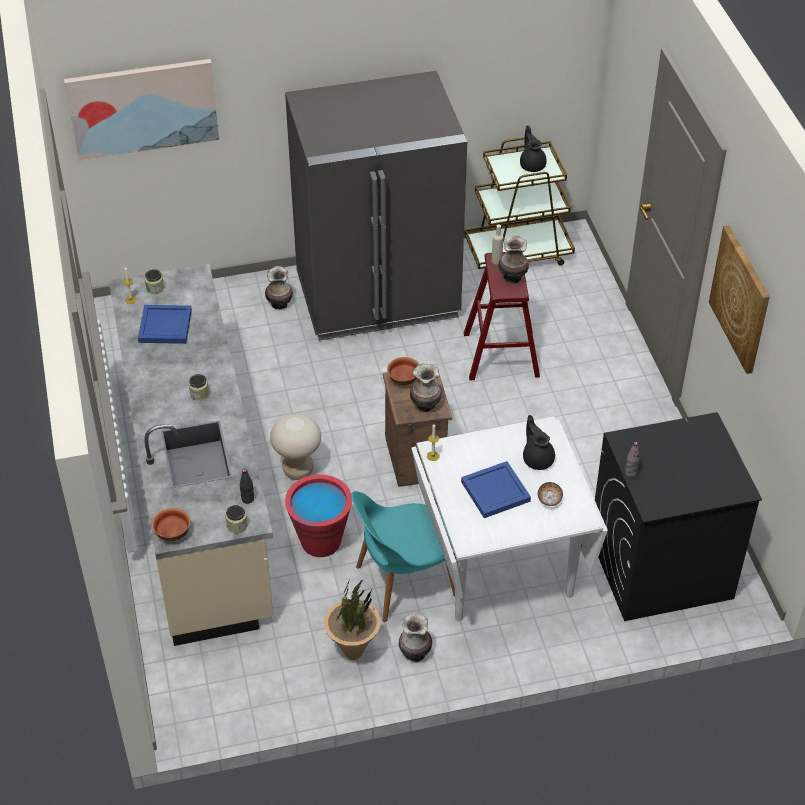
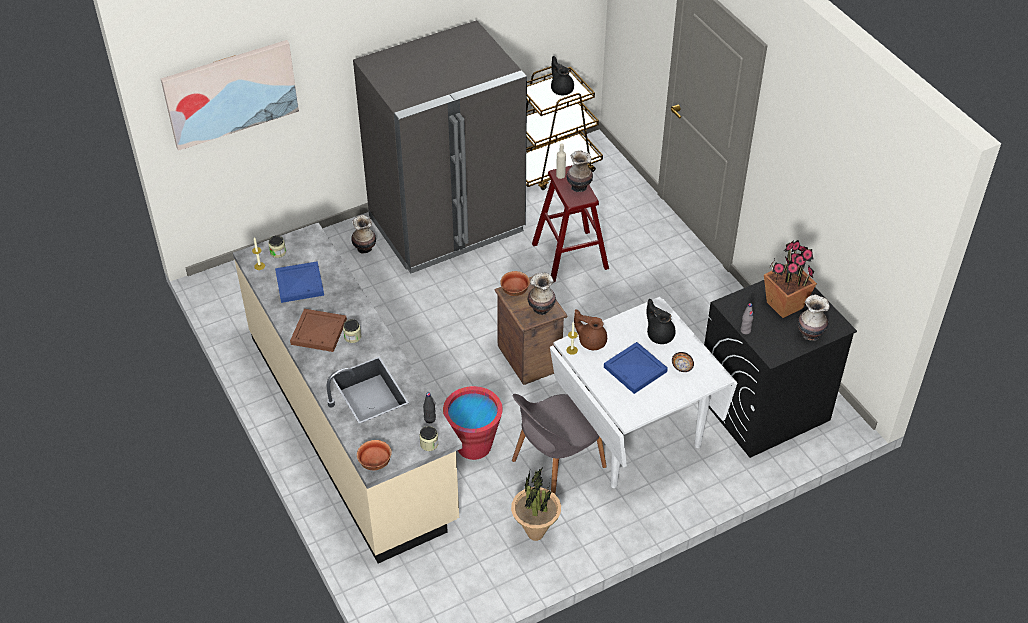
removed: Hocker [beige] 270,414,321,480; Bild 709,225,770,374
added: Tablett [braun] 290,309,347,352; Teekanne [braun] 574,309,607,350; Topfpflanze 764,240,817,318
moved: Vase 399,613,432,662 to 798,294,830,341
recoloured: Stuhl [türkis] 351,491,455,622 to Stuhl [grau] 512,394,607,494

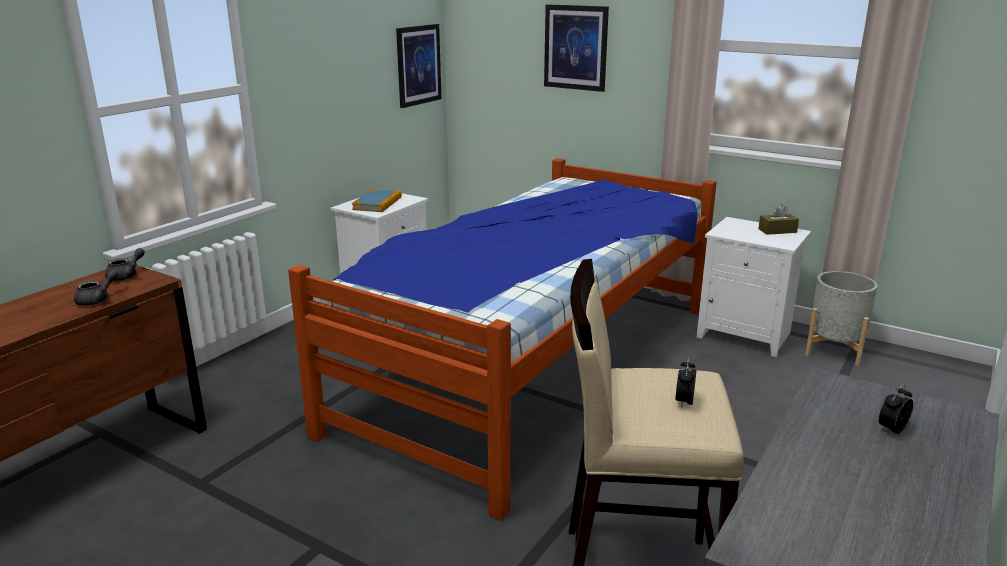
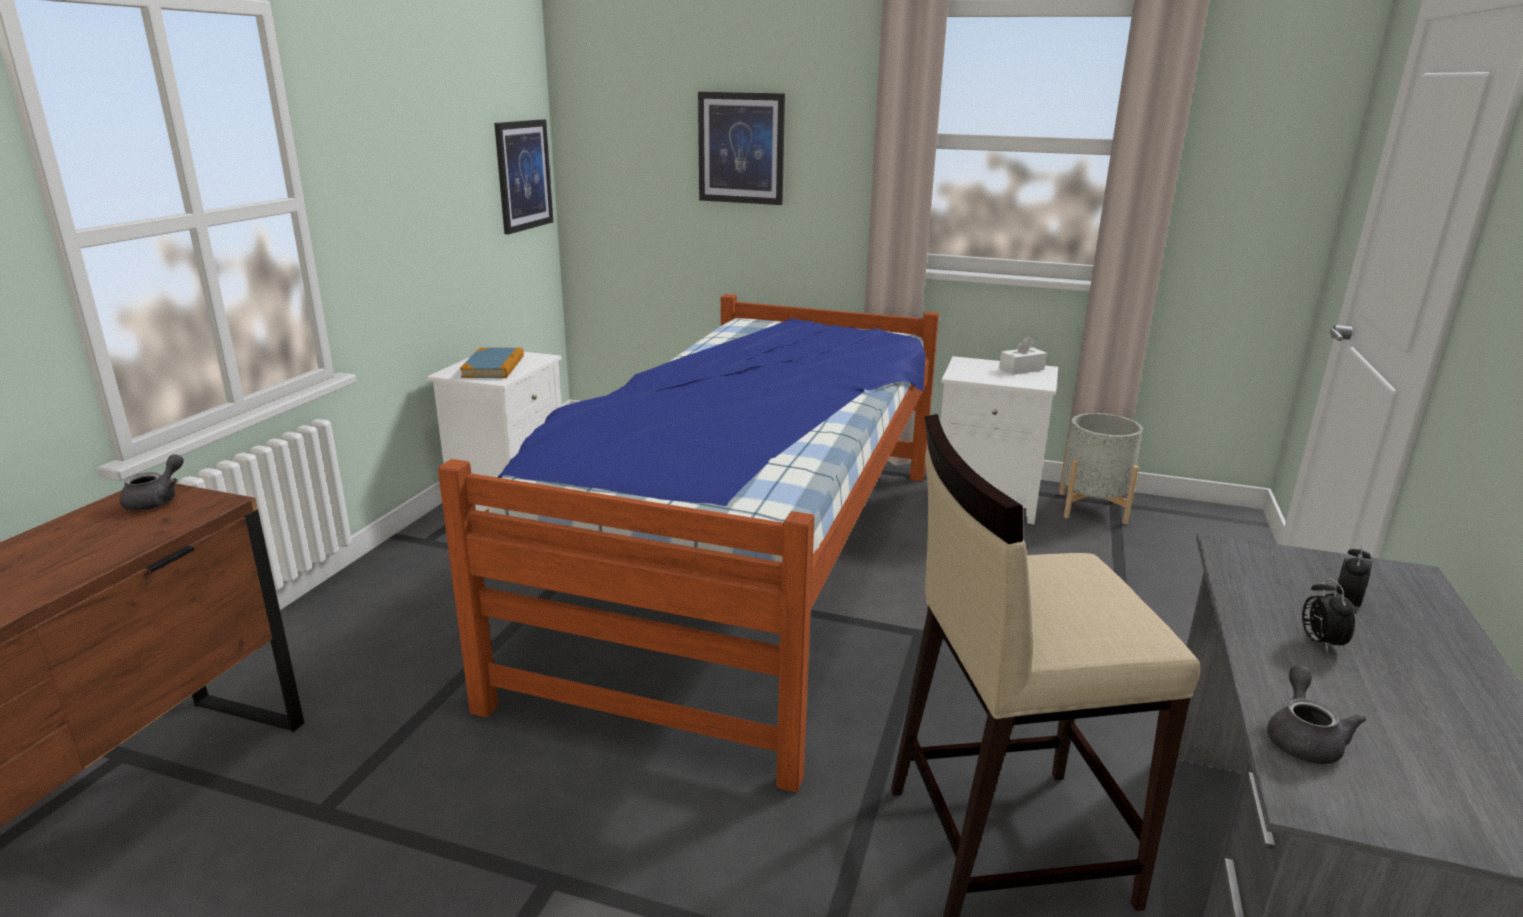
moved: Teekanne [grau] 74,270,119,306 to 1267,665,1367,764; Wecker 675,358,697,409 to 1302,578,1355,653
recoloured: Taschentuchbox [braun] 758,204,799,235 to Taschentuchbox [weiß] 999,336,1047,374

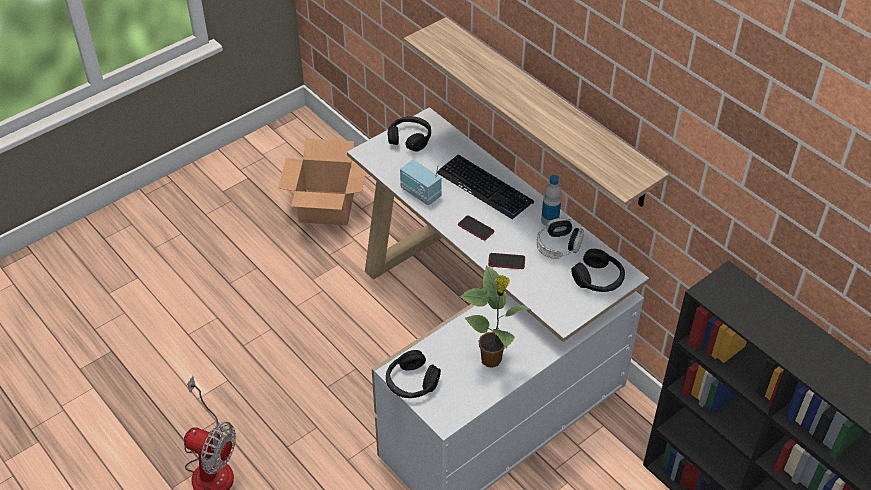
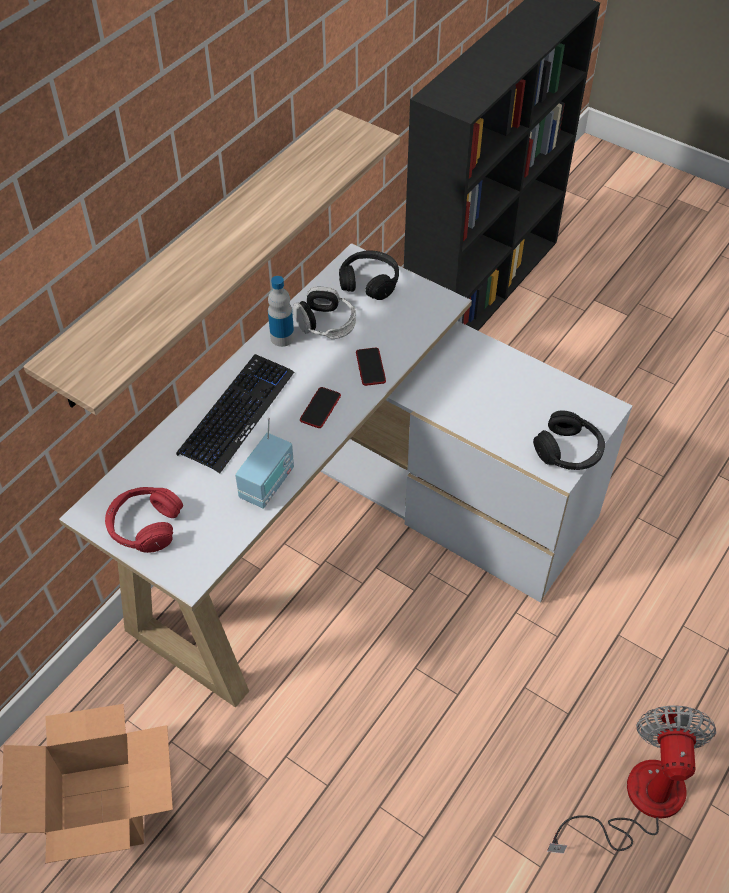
removed: Topfpflanze 459,265,531,368
recoloured: Kopfhörer [schwarz] 387,116,431,152 to Kopfhörer [rot] 105,487,183,553

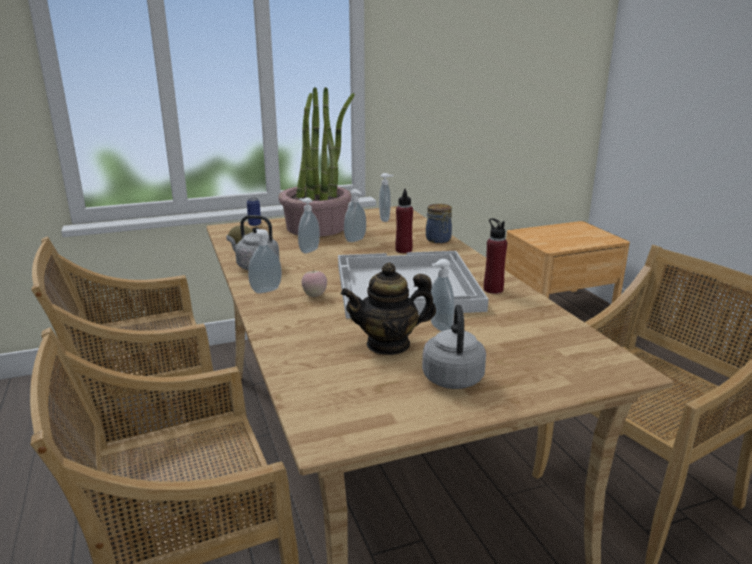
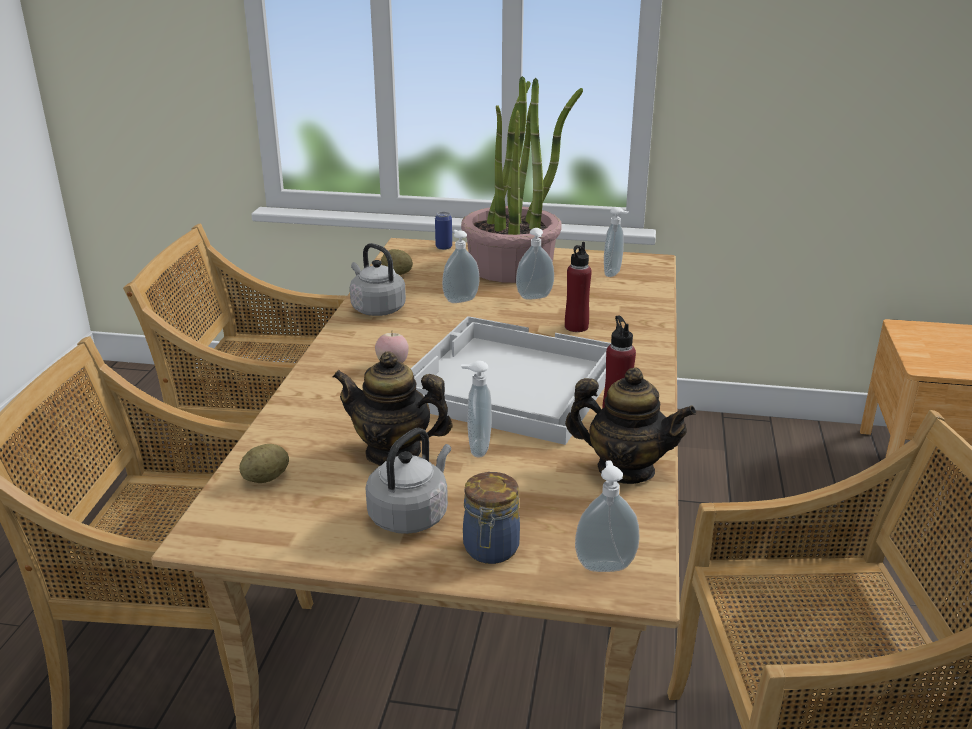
added: Kartoffel 239,444,289,483; Teekanne 565,367,696,484
moved: Vorratsglas 426,204,452,243 to 463,472,520,564; Seifenspender 248,229,282,294 to 575,461,640,572

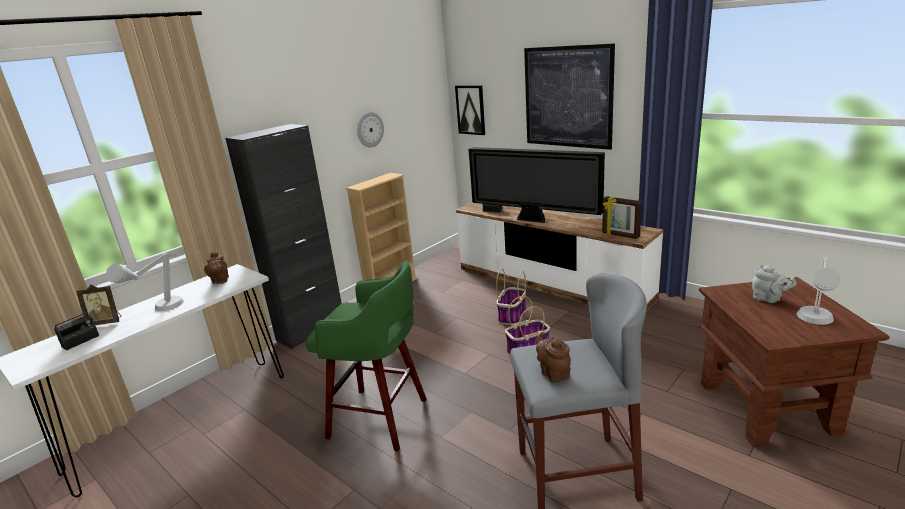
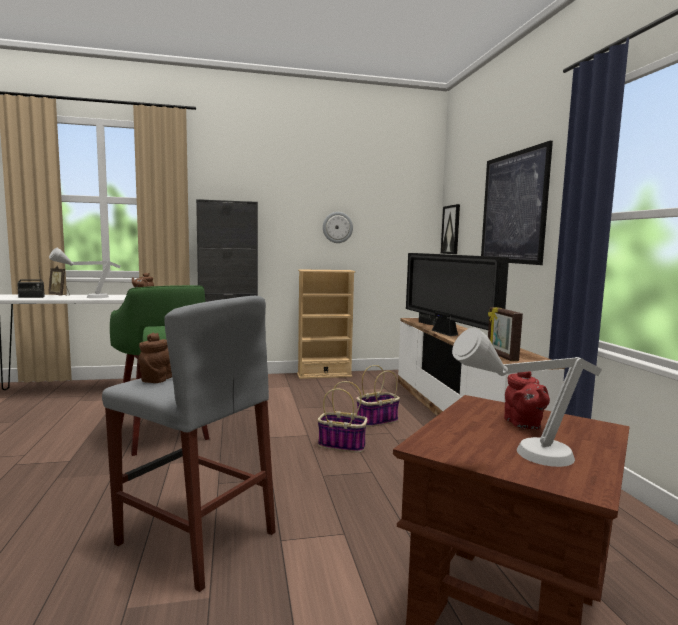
recoloured: Teekanne [grau] 752,265,797,303 to Teekanne [rot] 504,371,550,430

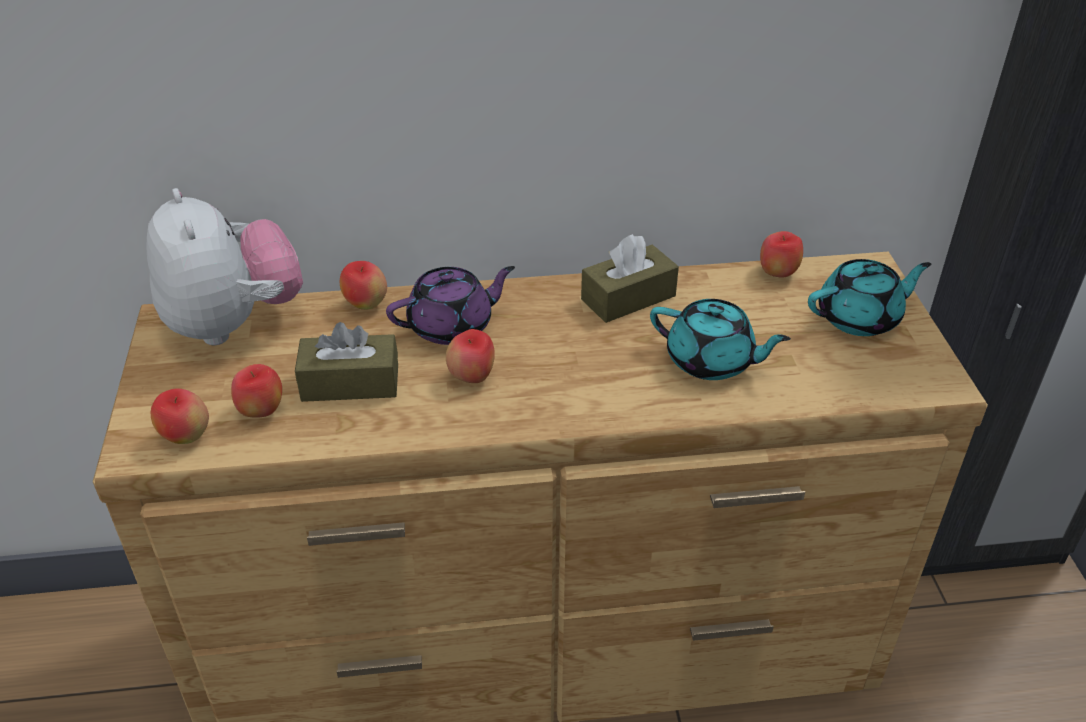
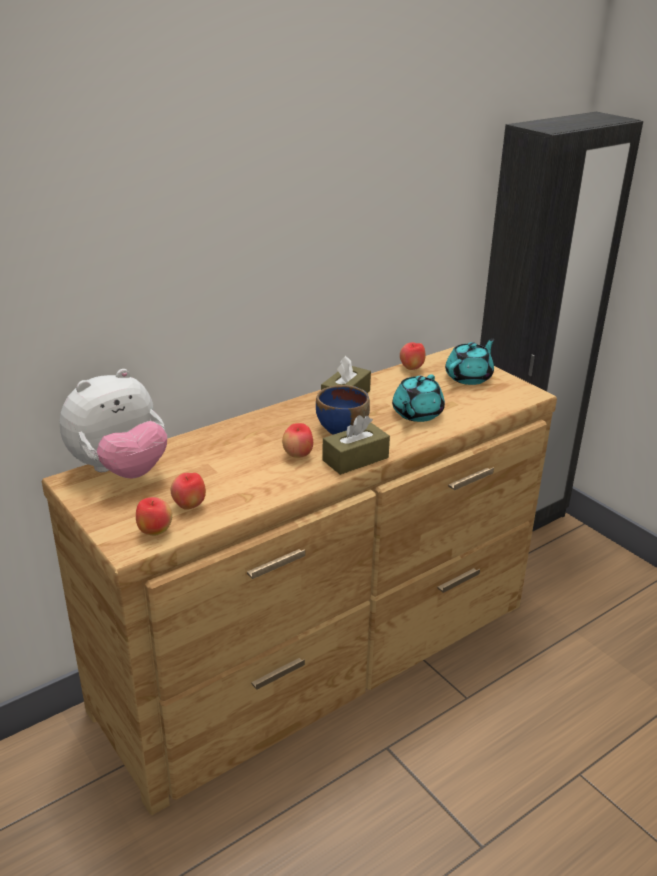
removed: Apfel 340,261,387,310; Teekanne [lila] 386,266,515,345
added: Schüssel [blau] 316,385,370,435
moved: Taschentuchbox [braun] 295,322,398,402 to 322,415,390,475
turned: Plüschtier 147,188,303,345 = 59,369,167,478 105 degrees clockwise; Teekanne [türkis] 650,299,791,380 = 392,374,445,422 120 degrees clockwise

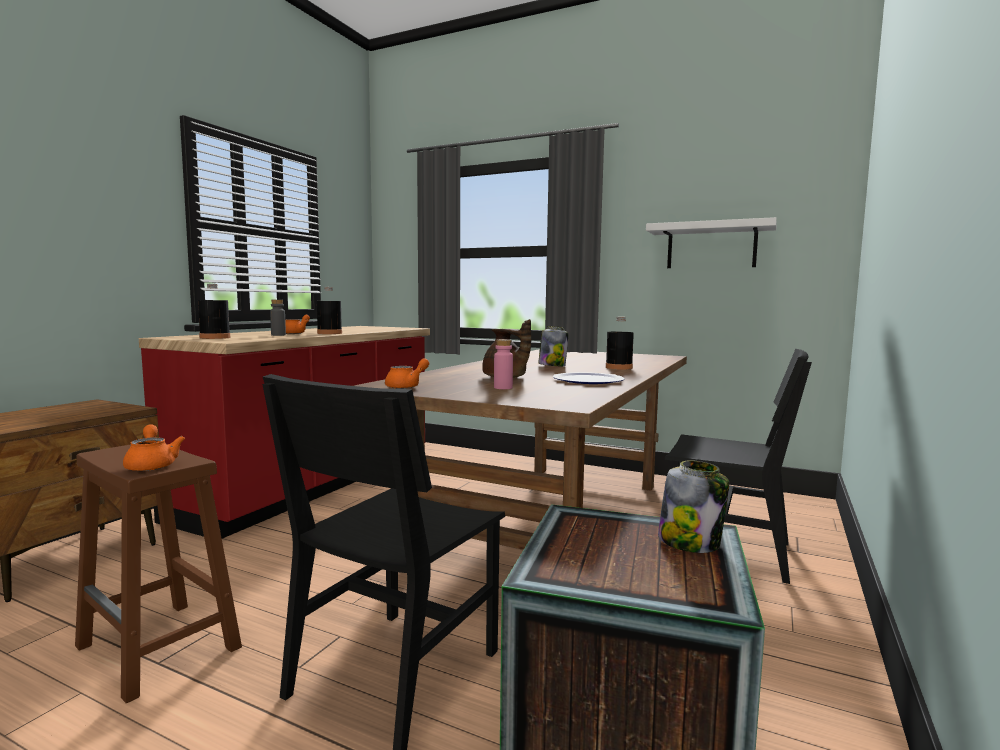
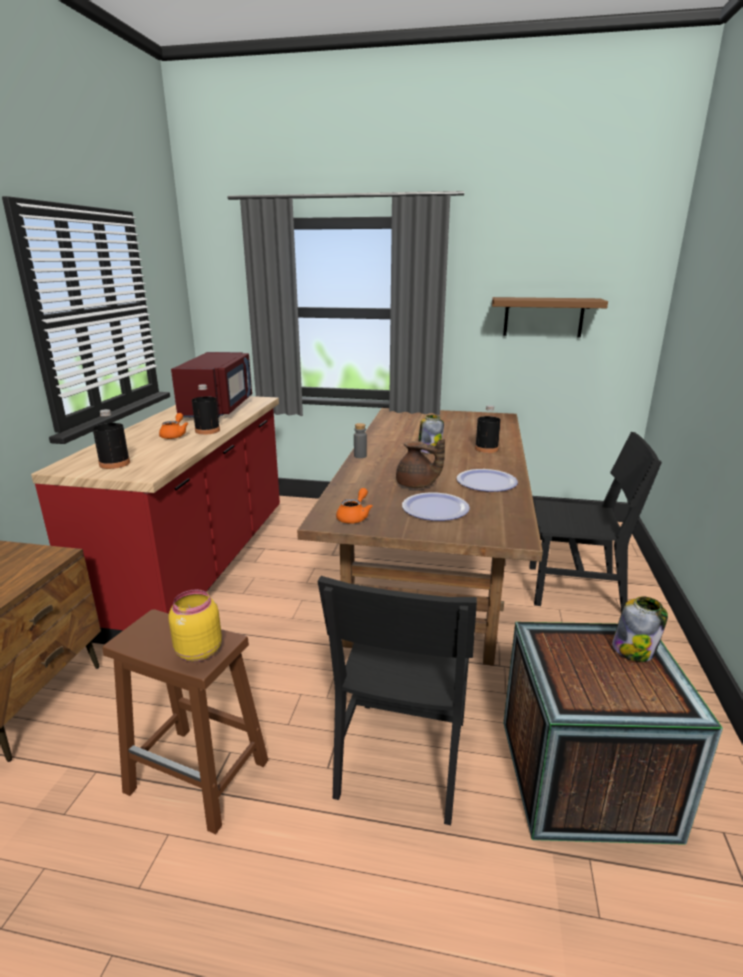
added: Mikrowelle [rot] 171,352,252,418
moved: Flasche [grau] 270,300,286,336 to 354,423,367,458
replaced: Teekanne [orange] 123,424,185,471 to Vorratsglas [gelb] 168,589,222,662; Flasche [rosa] 494,339,513,389 to Teller 402,492,470,521
recoloured: Wandregal [weiß] 646,217,777,268 to Wandregal [braun] 492,297,608,337

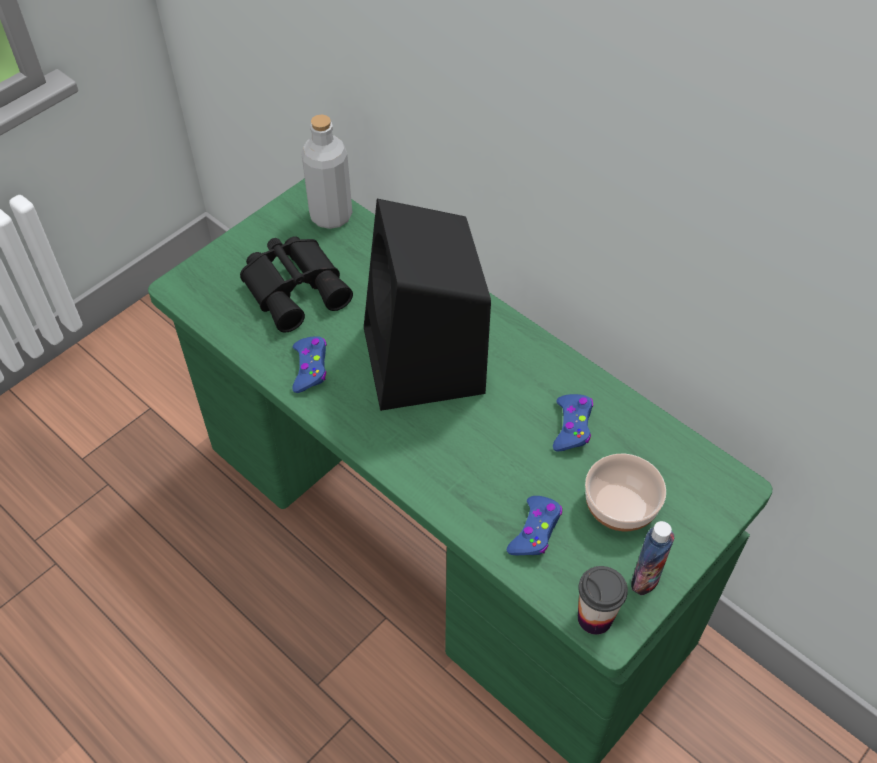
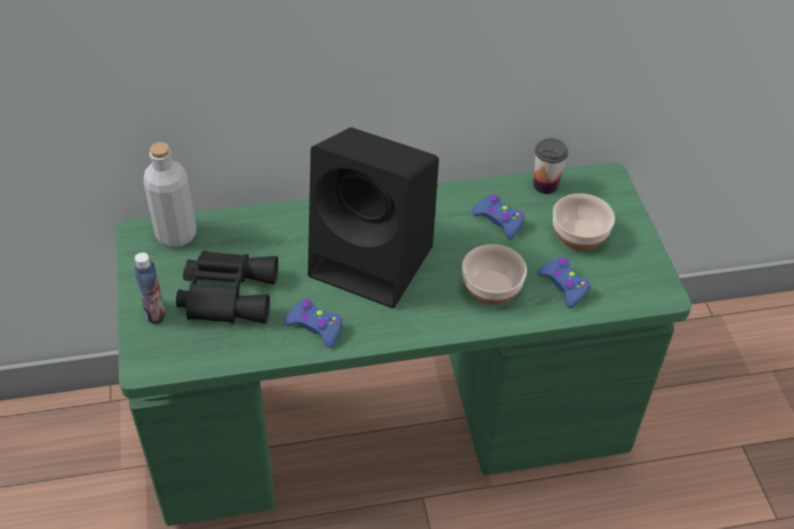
added: Schüssel 462,244,527,305
moved: Flasche 631,521,674,595 to 134,252,165,324; Tasse 578,566,628,635 to 533,138,568,194

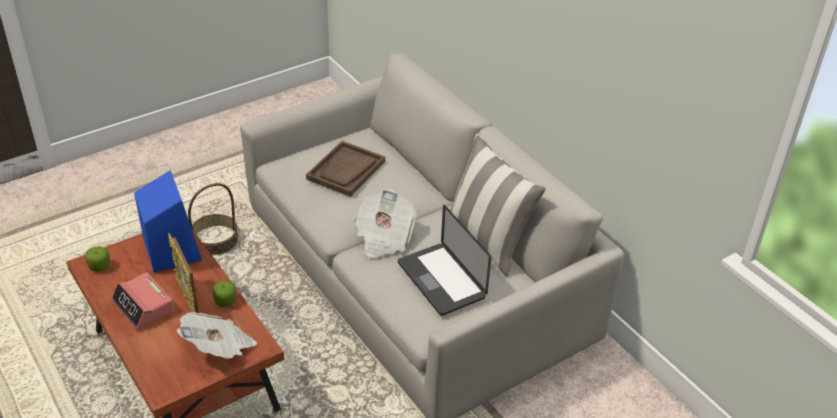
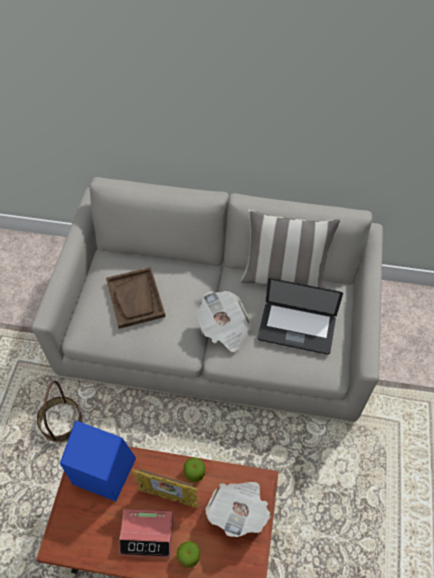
moved: Apfel 85,247,110,271 to 177,541,200,568

